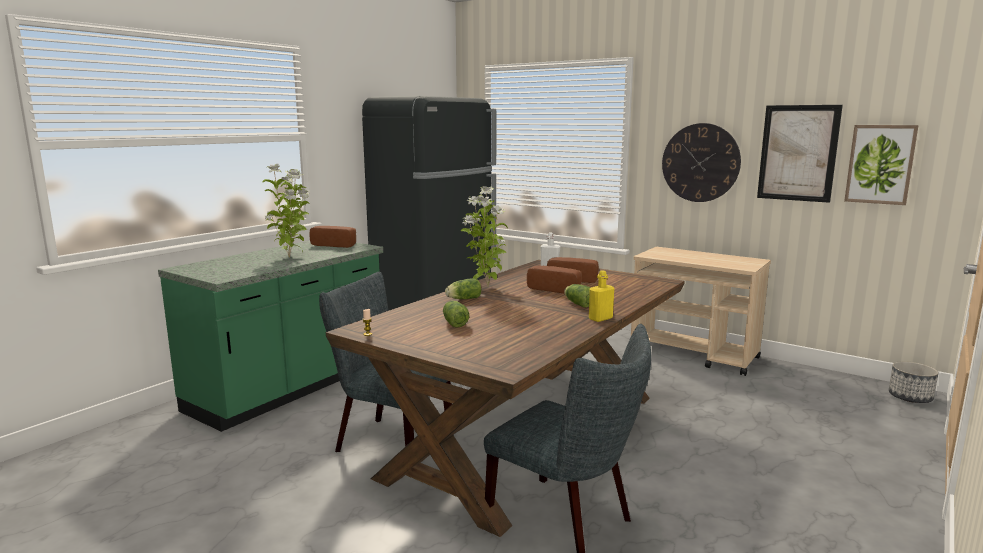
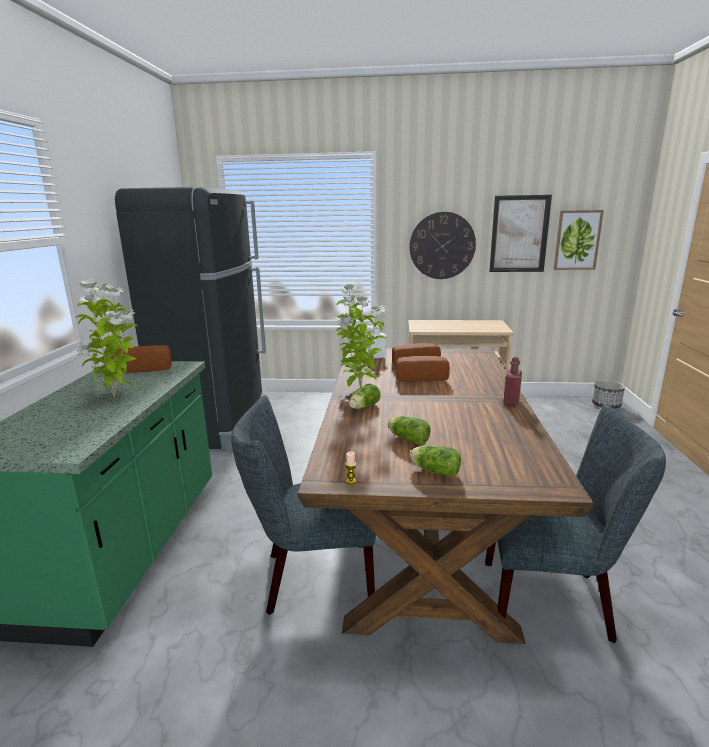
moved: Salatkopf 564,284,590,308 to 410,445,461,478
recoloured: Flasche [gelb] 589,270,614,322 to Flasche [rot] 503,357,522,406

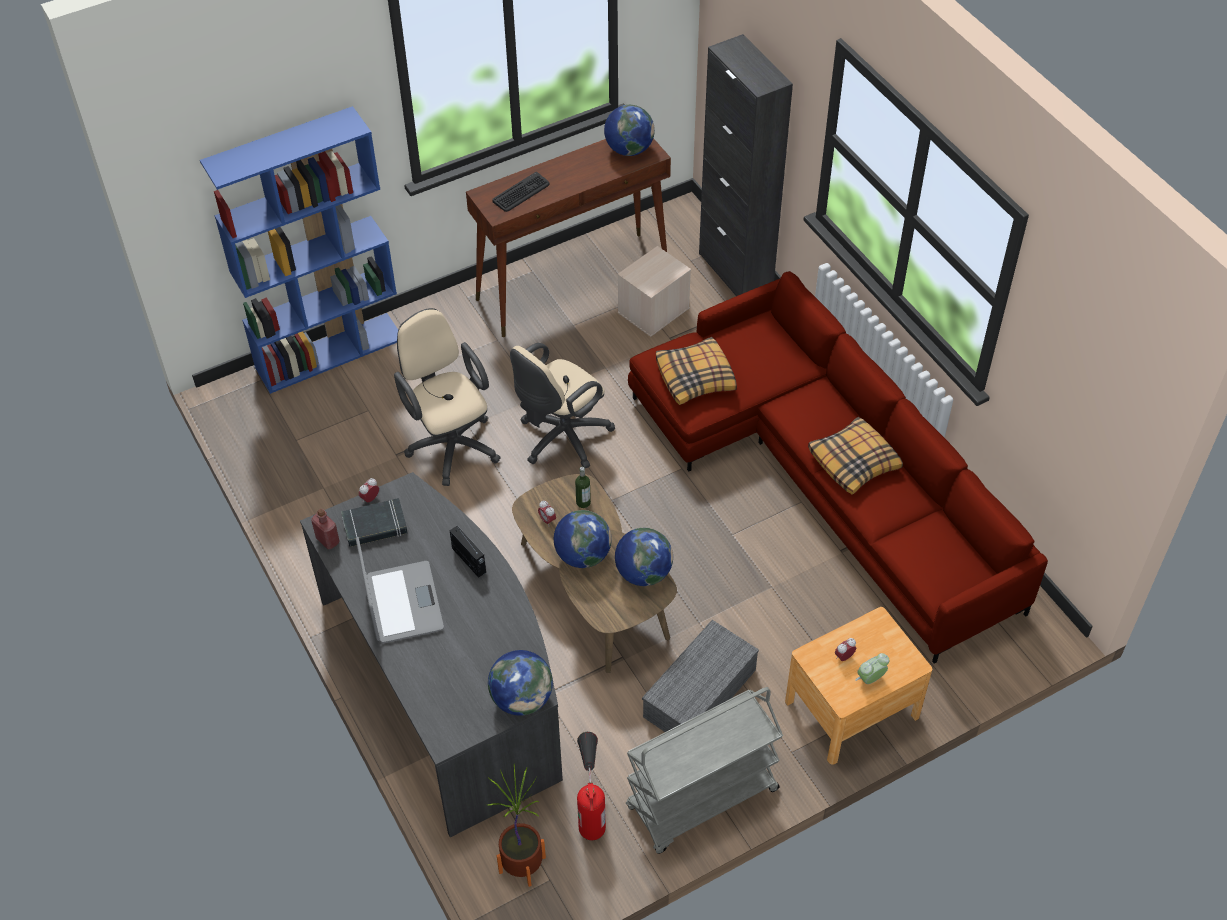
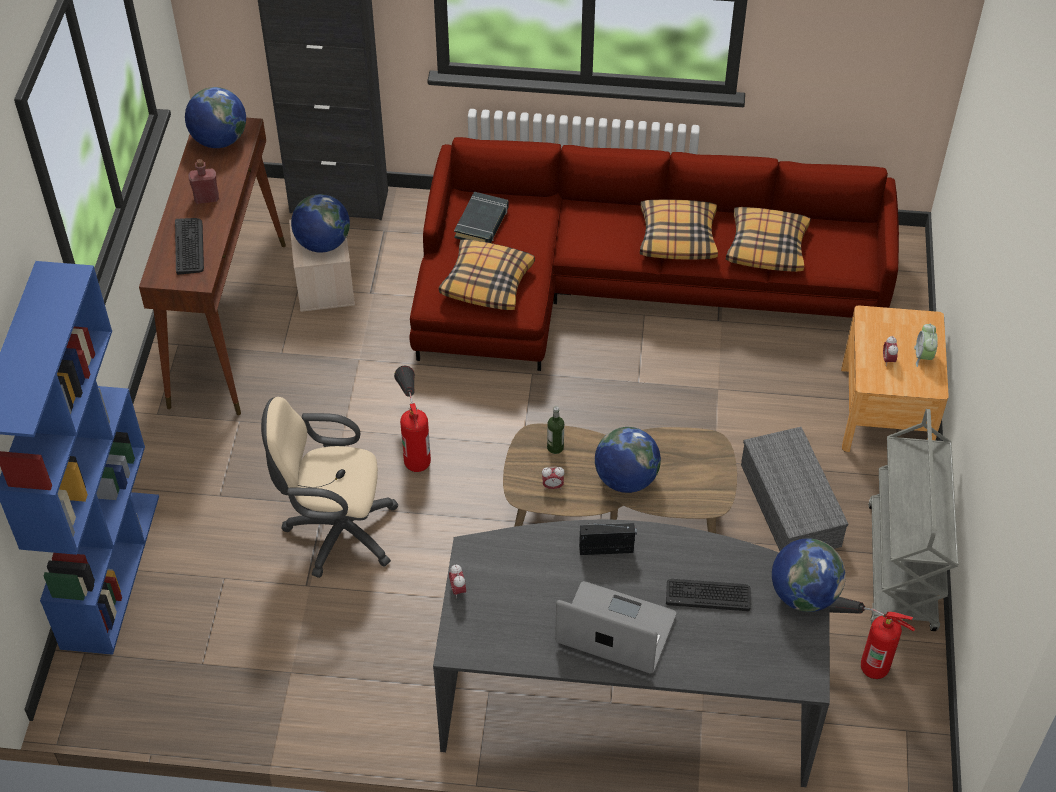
removed: Topfpflanze 488,764,546,887
added: Tastatur 666,579,751,611; Kissen 726,207,811,272
moved: Flasche [rot] 311,509,340,549 to 188,159,219,204; Globus 615,528,673,586 to 291,194,350,253; Buch [schwarz] 341,498,408,547 to 454,192,509,243
replaced: Bürostuhl [beige] 510,343,615,468 to Feuerlöscher 394,366,431,472

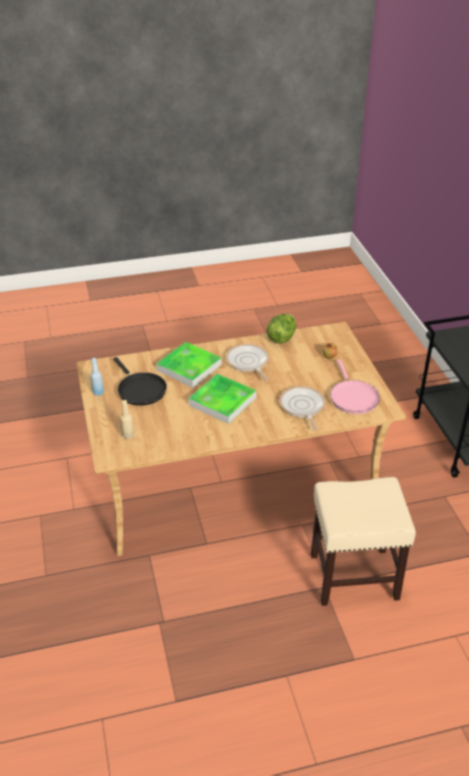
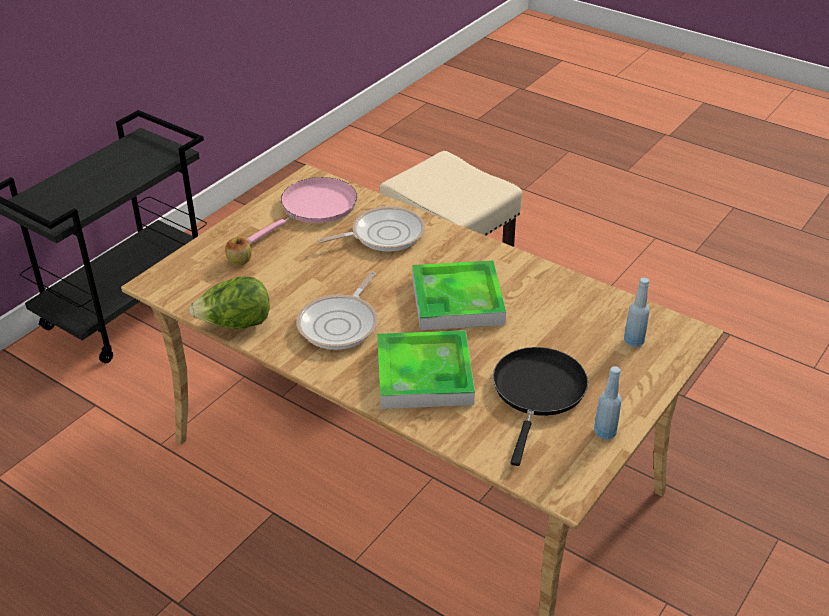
recoloured: Flasche [beige] 120,400,134,439 to Flasche [blau] 624,278,650,347
turned: Pfanne 280,386,325,431 = 318,206,425,251 150 degrees counterclockwise

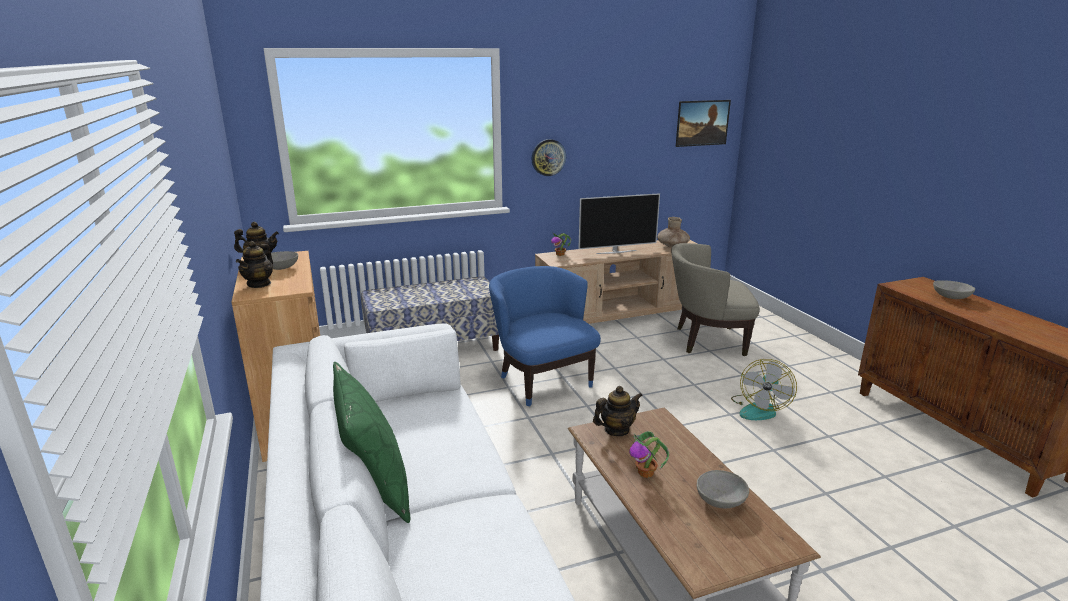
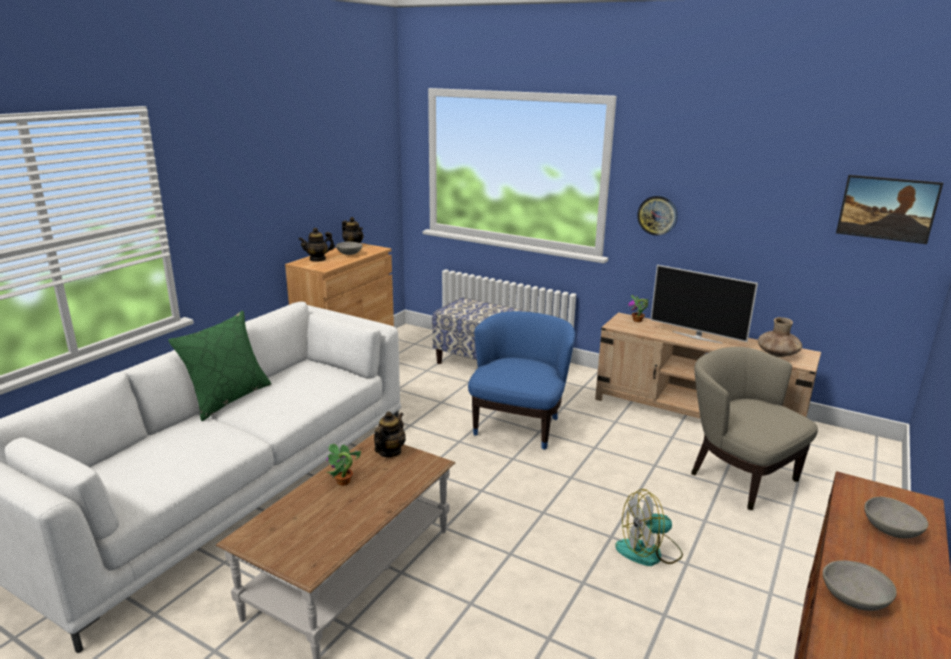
moved: Schüssel [grau] 697,470,749,508 to 823,560,897,611
turned: Teekanne 593,386,643,436 = 374,411,406,457 90 degrees counterclockwise

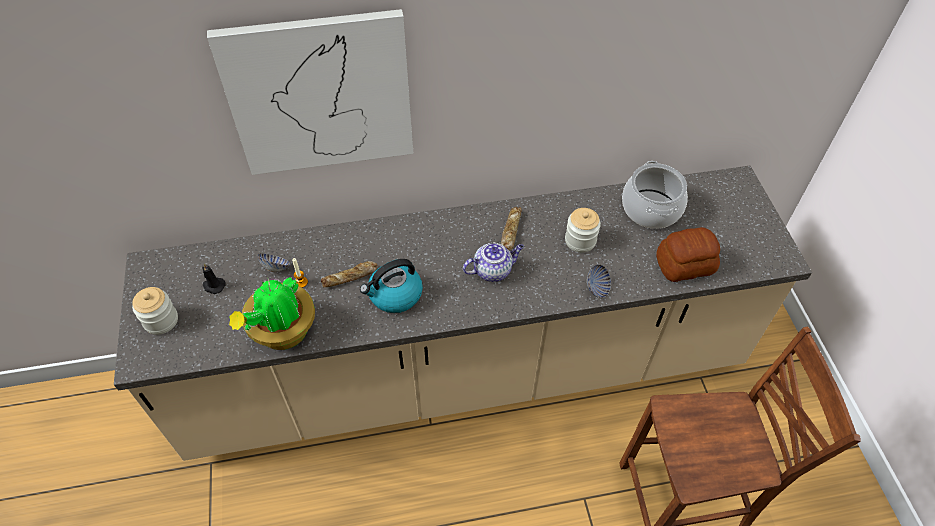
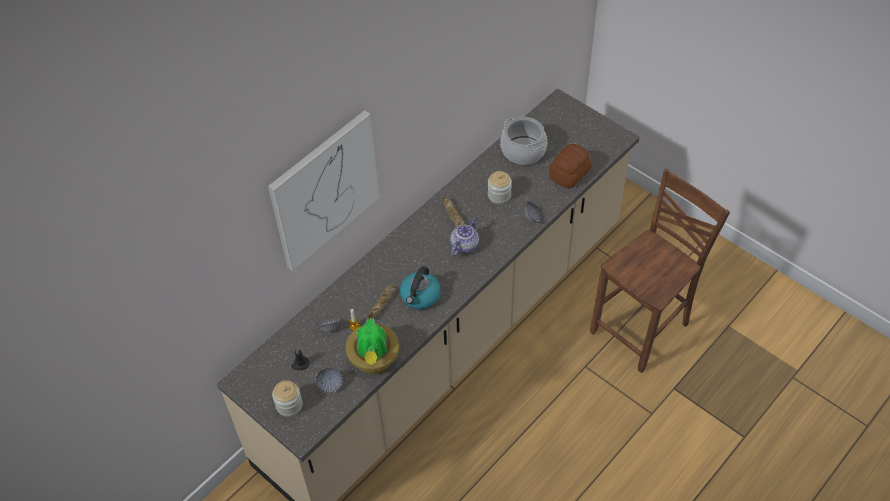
added: Schüssel 316,368,343,394

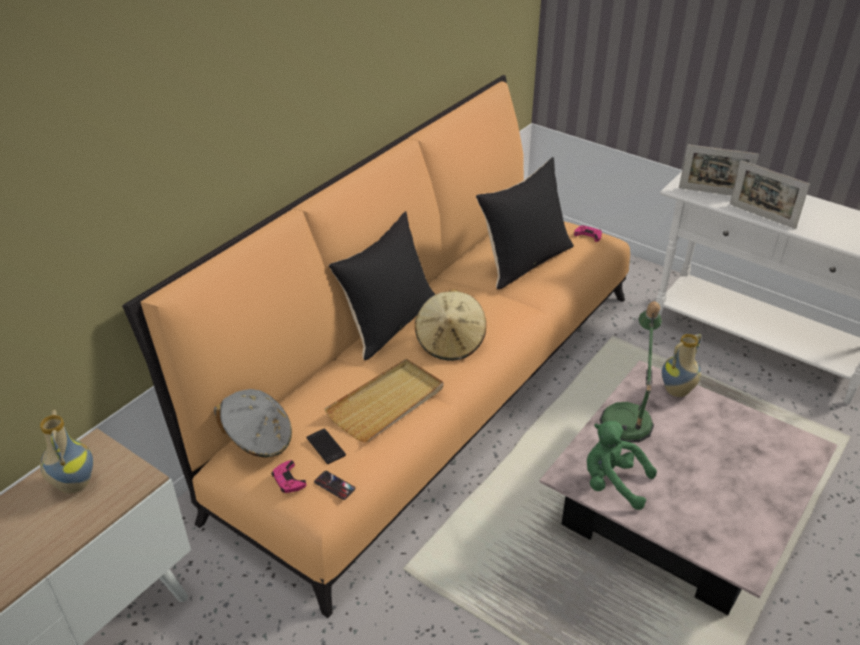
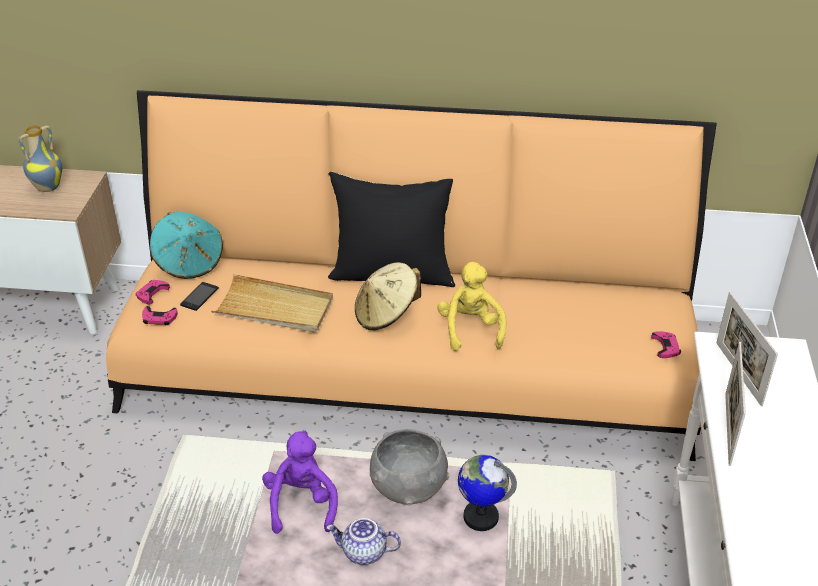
removed: Kissen [schwarz] 476,157,574,289
added: Teekanne 326,518,401,565; Plüschtier [gelb] 437,262,506,351
replaced: Handy 314,471,355,500 to Gamepad [rosa] 142,306,178,325; Tischlampe 600,301,662,443 to Schüssel [grau] 370,429,450,506; Vase 662,334,702,397 to Globus 458,455,517,531
recoloured: Hut [grau] 214,389,292,458 to Hut [türkis] 150,211,223,279; Plüschtier [grün] 587,421,657,510 to Plüschtier [lila] 262,430,338,534

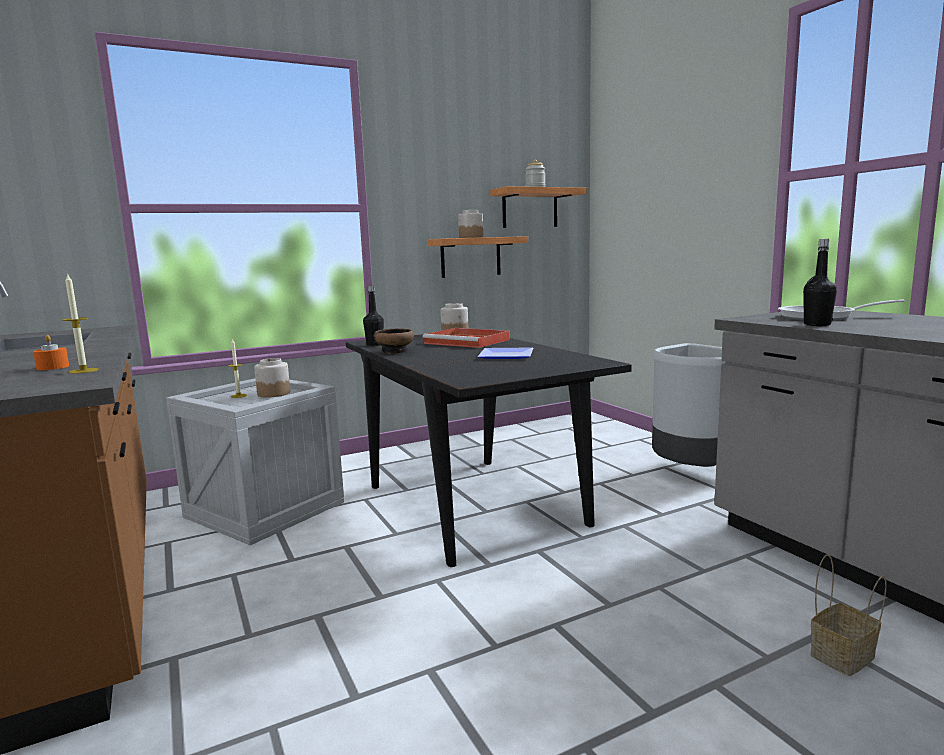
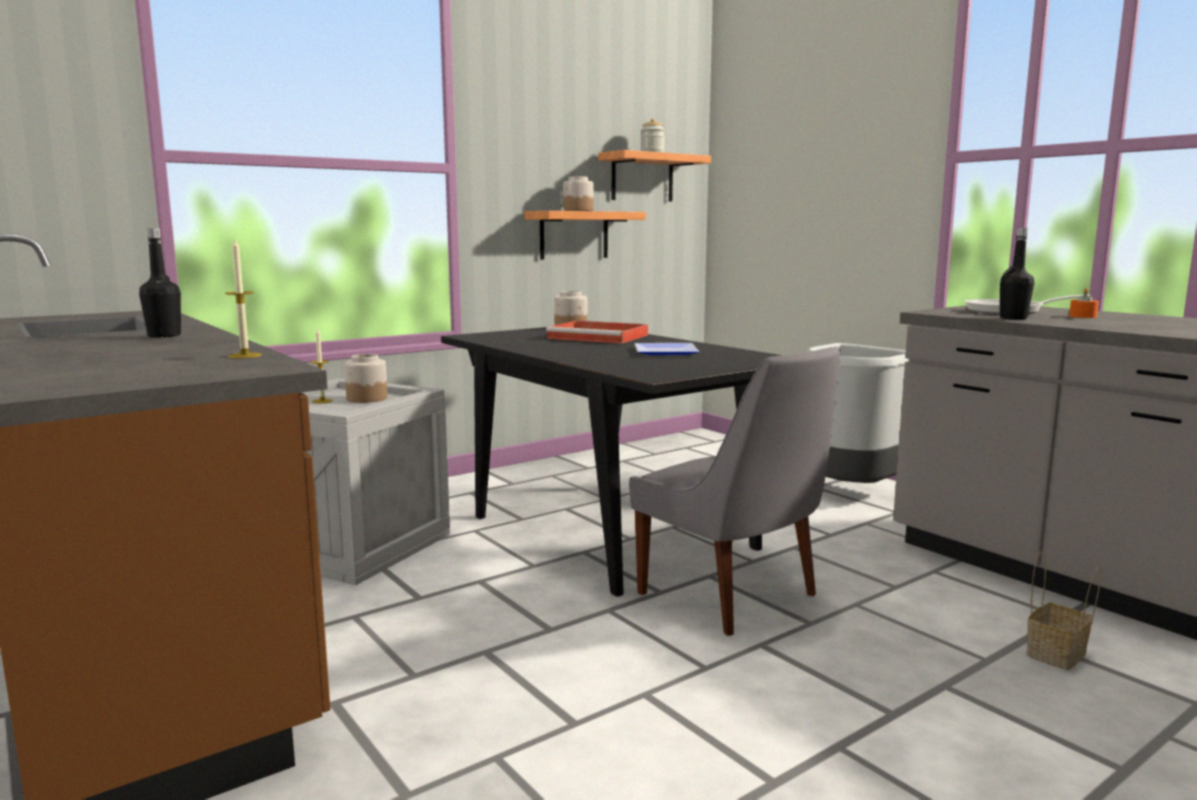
removed: Schüssel 374,329,414,354
added: Stuhl [grau] 629,347,840,636
moved: Flasche [schwarz] 363,286,384,346 to 139,228,181,338; Kerze [orange] 33,335,69,370 to 1069,288,1099,318

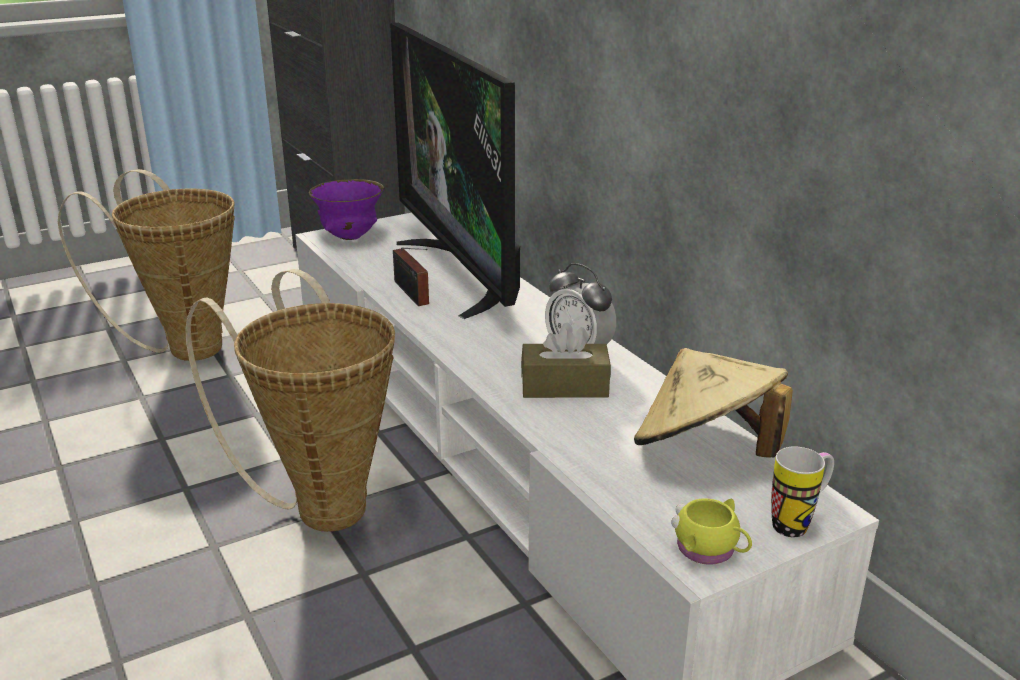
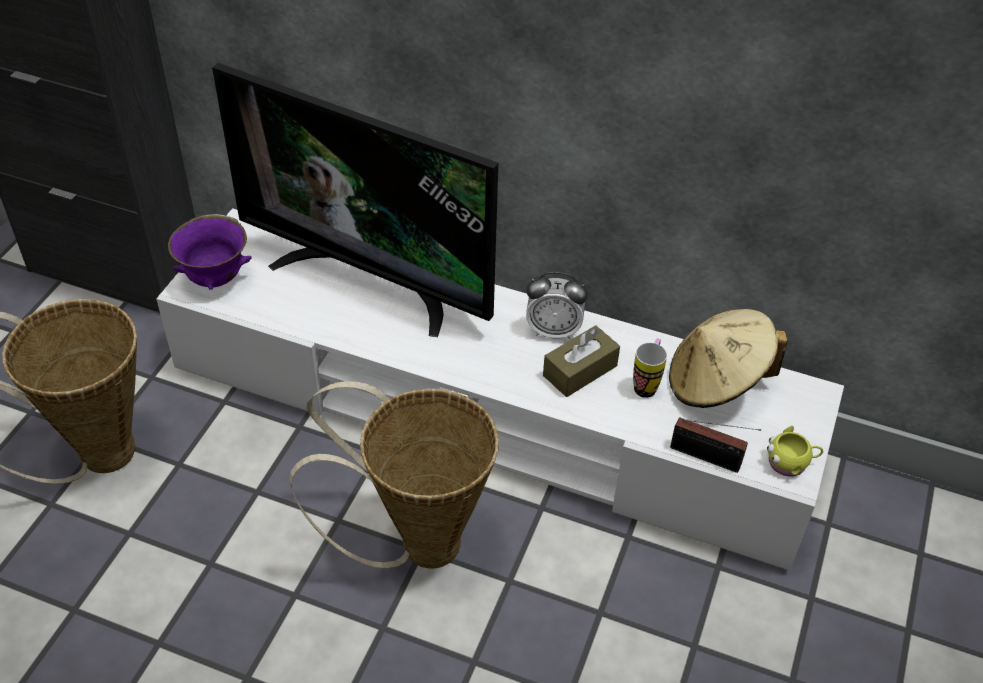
moved: Henkelbecher 771,446,834,537 to 633,339,667,398; Radio 393,248,429,306 to 670,418,761,473

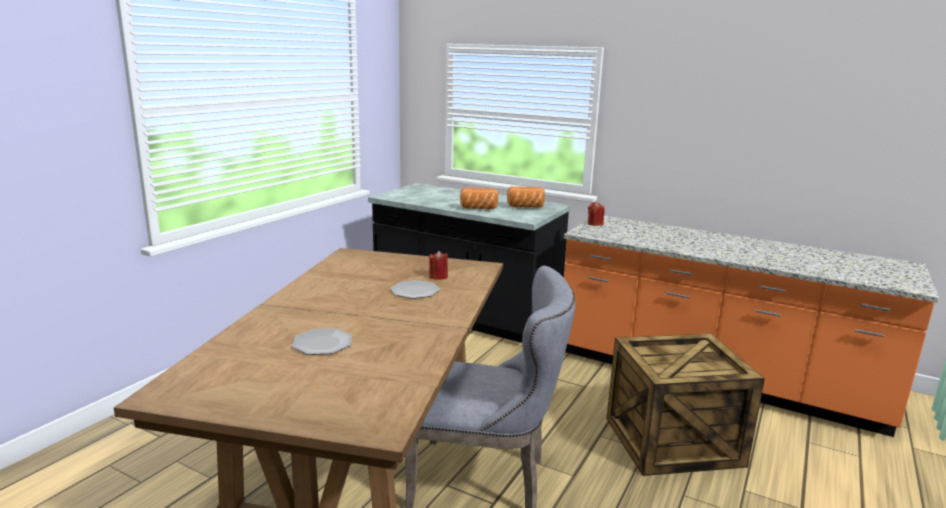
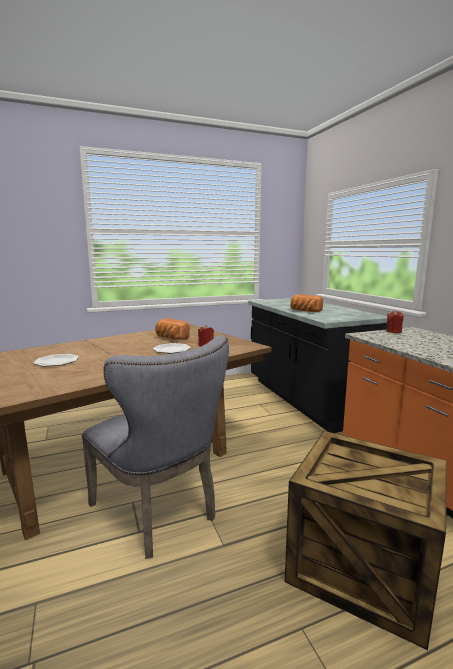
moved: Brot 507,186,545,208 to 155,318,190,340

